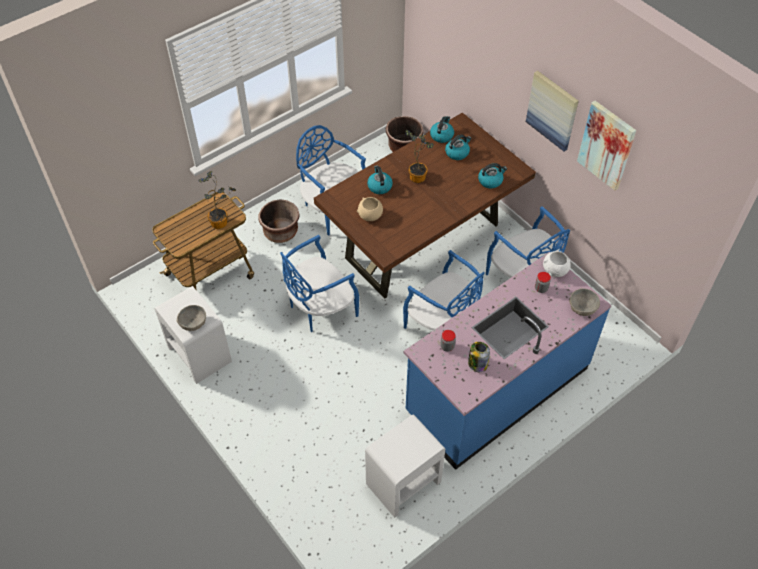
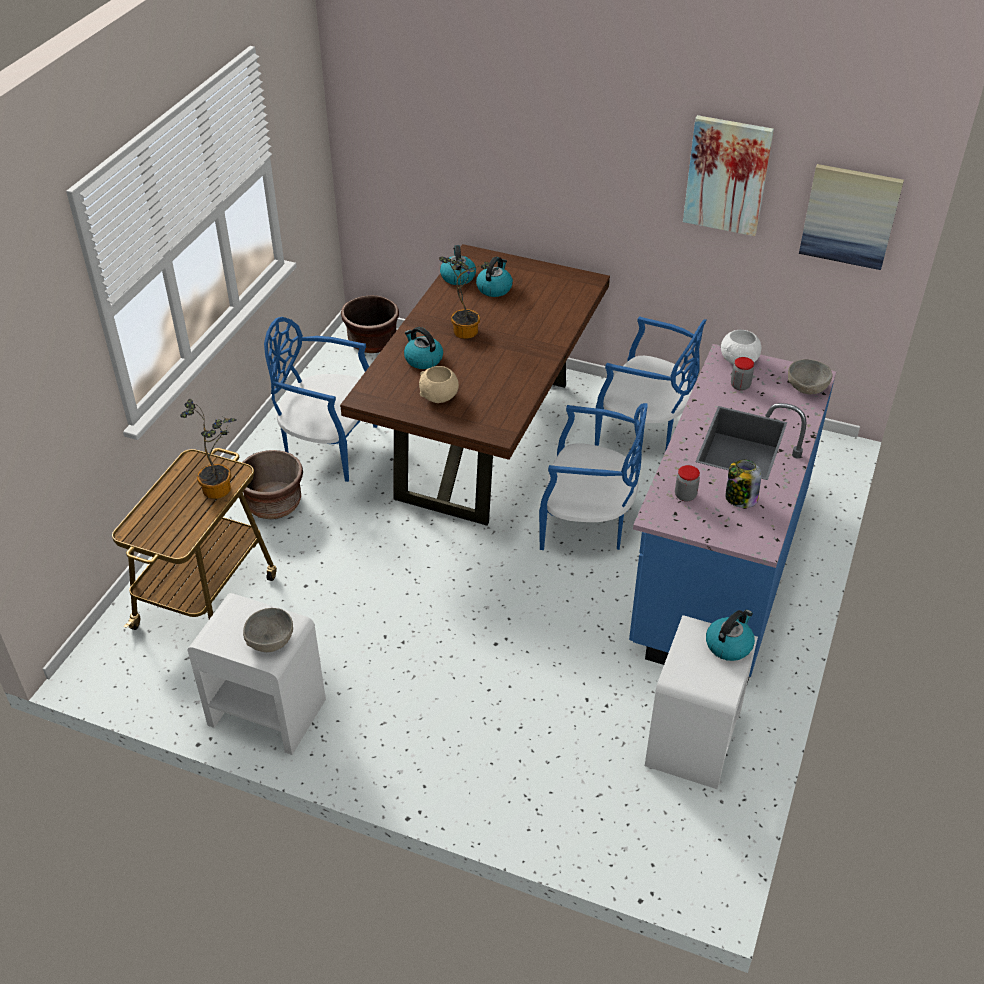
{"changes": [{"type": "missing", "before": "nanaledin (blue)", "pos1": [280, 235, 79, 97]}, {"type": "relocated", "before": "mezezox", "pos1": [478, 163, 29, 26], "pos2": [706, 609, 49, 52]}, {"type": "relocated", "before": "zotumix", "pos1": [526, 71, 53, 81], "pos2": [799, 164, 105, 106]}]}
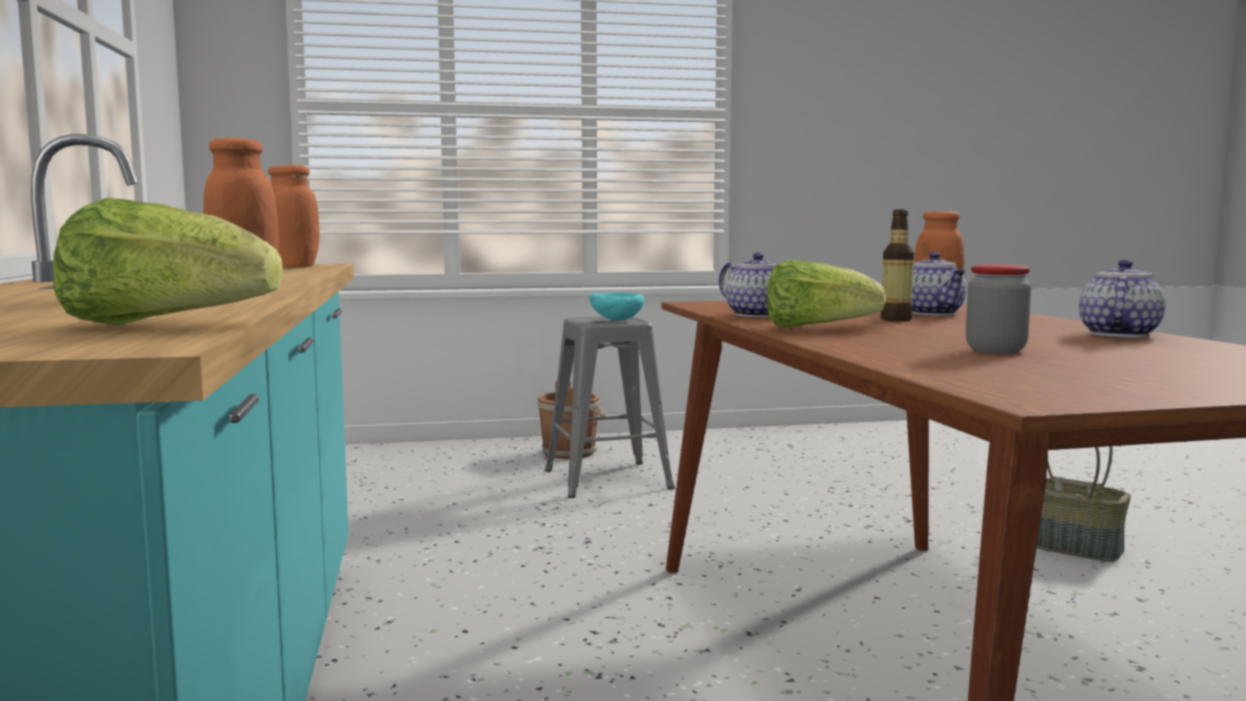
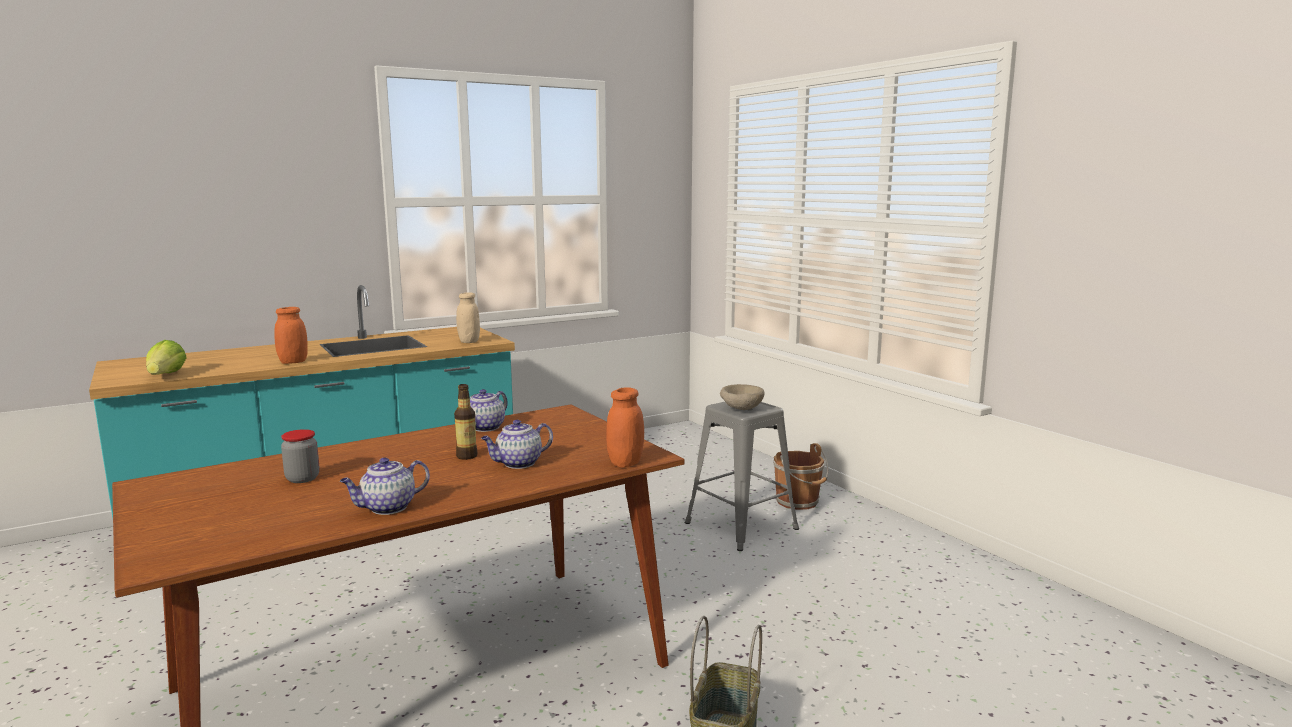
{"changes": [{"type": "missing", "before": "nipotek", "pos1": [767, 259, 119, 69]}, {"type": "colour", "before": "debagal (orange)", "after": "debagal (beige)", "pos1": [268, 165, 52, 102], "pos2": [456, 292, 24, 51]}, {"type": "colour", "before": "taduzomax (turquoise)", "after": "taduzomax (beige)", "pos1": [589, 292, 56, 29], "pos2": [720, 384, 45, 26]}, {"type": "spun", "before": "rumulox", "pos1": [1079, 259, 87, 78], "pos2": [340, 457, 90, 58], "turn": 135}]}
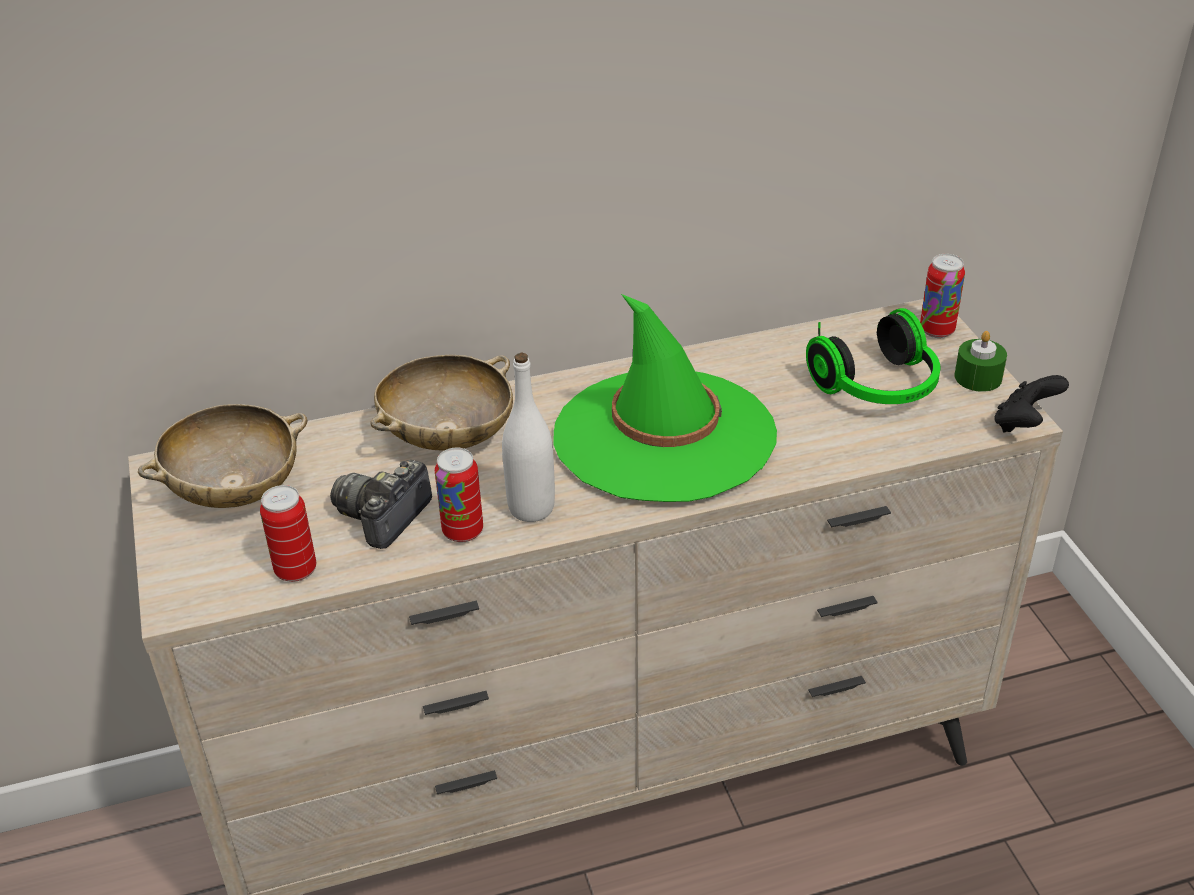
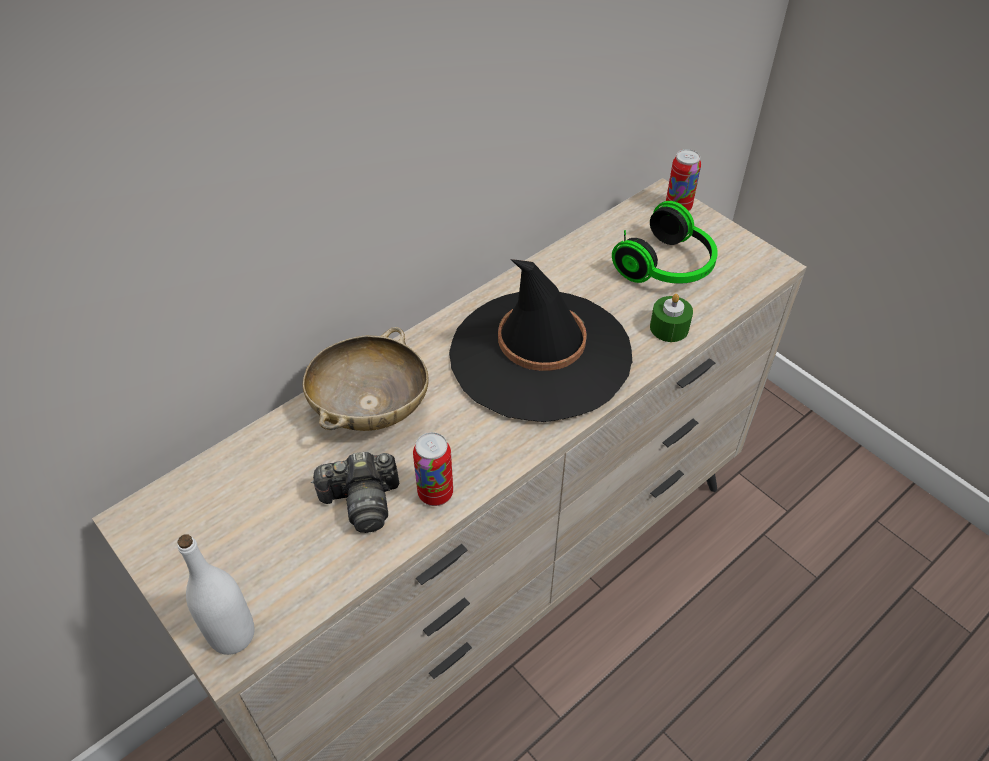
{"changes": [{"type": "missing", "before": "taduzomax (beige)", "pos1": [138, 404, 170, 104]}, {"type": "missing", "before": "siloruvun", "pos1": [260, 485, 56, 97]}, {"type": "missing", "before": "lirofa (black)", "pos1": [994, 375, 75, 57]}, {"type": "relocated", "before": "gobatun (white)", "pos1": [502, 353, 53, 169], "pos2": [177, 534, 78, 121]}, {"type": "relocated", "before": "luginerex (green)", "pos1": [955, 331, 52, 61], "pos2": [650, 294, 43, 48]}, {"type": "colour", "before": "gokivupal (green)", "after": "gokivupal (black)", "pos1": [554, 294, 223, 208], "pos2": [449, 259, 183, 163]}, {"type": "spun", "before": "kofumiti", "pos1": [330, 460, 102, 89], "pos2": [311, 452, 88, 81], "turn": -105}]}
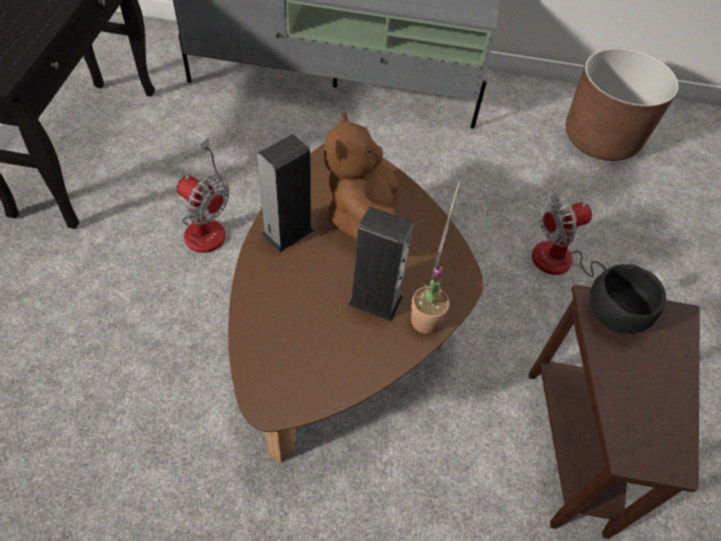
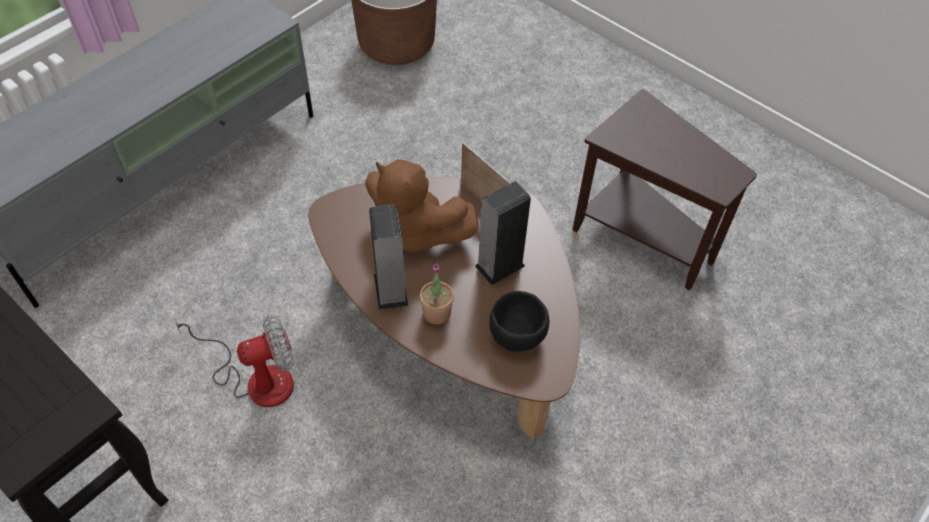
{"changes": [{"type": "missing", "before": "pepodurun", "pos1": [532, 194, 132, 89]}, {"type": "relocated", "before": "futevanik", "pos1": [411, 266, 39, 68], "pos2": [420, 263, 34, 61]}, {"type": "relocated", "before": "taduzomax (black)", "pos1": [590, 264, 76, 70], "pos2": [490, 291, 59, 61]}]}
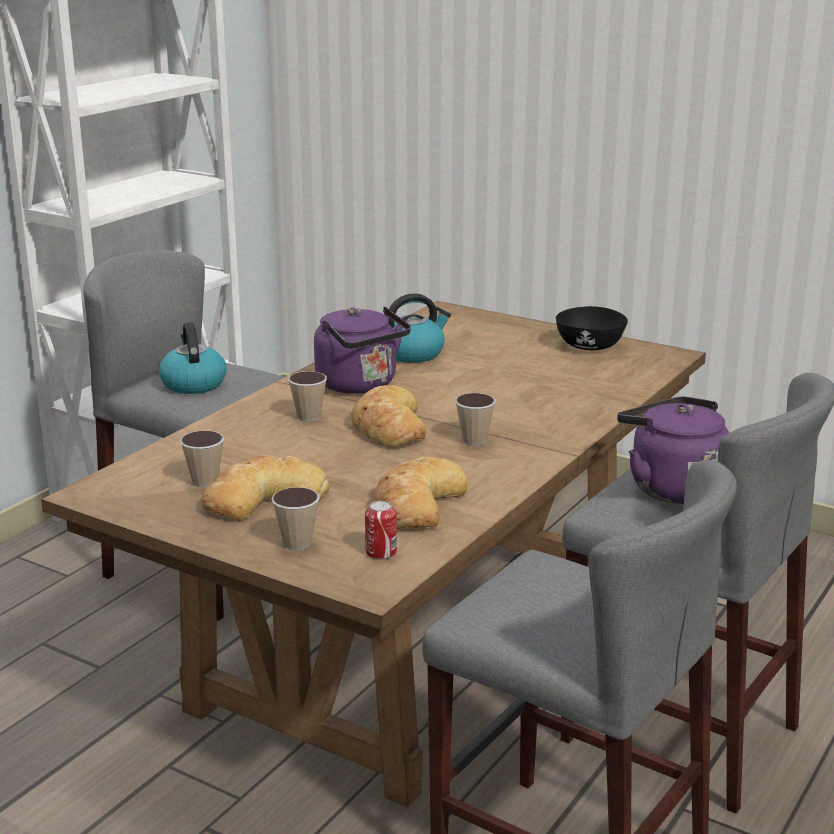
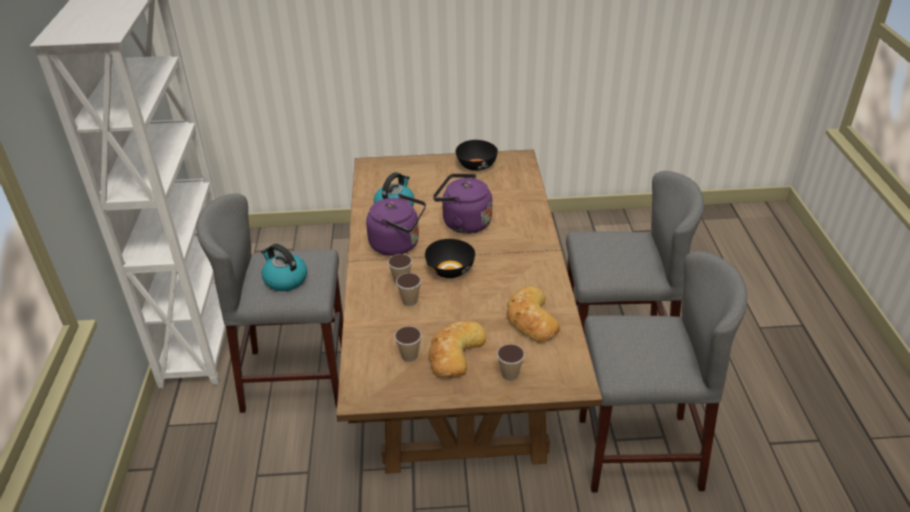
{"changes": [{"type": "missing", "before": "siloruvun", "pos1": [365, 501, 32, 59]}, {"type": "relocated", "before": "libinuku", "pos1": [455, 393, 40, 53], "pos2": [396, 273, 25, 33]}, {"type": "relocated", "before": "mezezox (purple)", "pos1": [617, 396, 112, 108], "pos2": [433, 174, 59, 60]}, {"type": "exchanged", "before": "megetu", "after": "taduzomax (black)", "pos1": [351, 385, 75, 62], "pos2": [425, 239, 50, 39]}]}
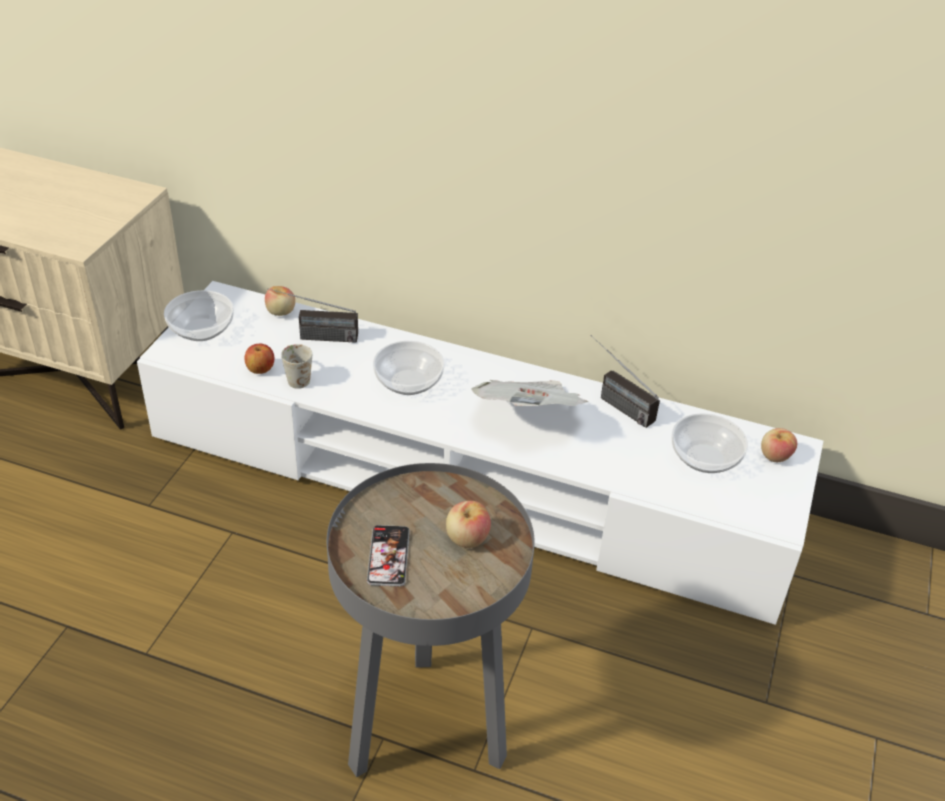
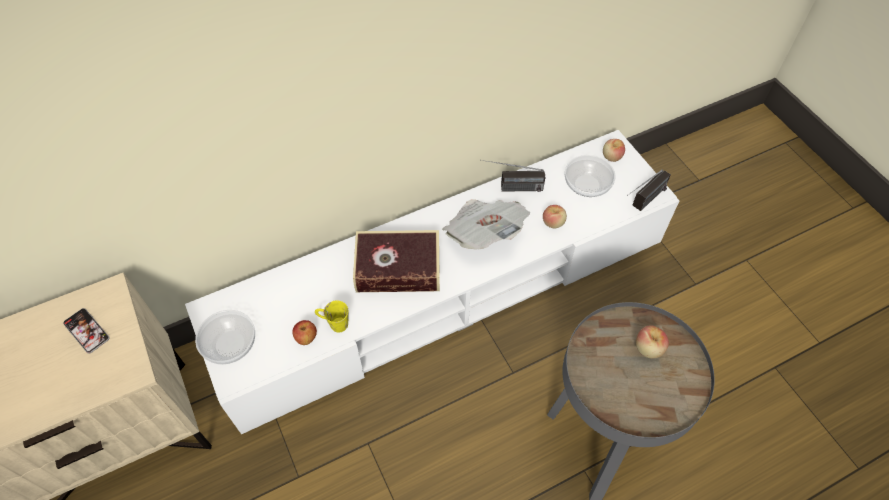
{"changes": [{"type": "relocated", "before": "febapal", "pos1": [265, 286, 30, 30], "pos2": [543, 205, 24, 23]}, {"type": "relocated", "before": "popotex", "pos1": [267, 288, 91, 55], "pos2": [627, 170, 44, 41]}, {"type": "relocated", "before": "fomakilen", "pos1": [367, 525, 43, 62], "pos2": [63, 308, 46, 46]}, {"type": "exchanged", "before": "taduzomax", "after": "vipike", "pos1": [373, 341, 72, 54], "pos2": [353, 230, 87, 62]}, {"type": "colour", "before": "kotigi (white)", "after": "kotigi (yellow)", "pos1": [281, 344, 31, 45], "pos2": [315, 300, 34, 32]}]}
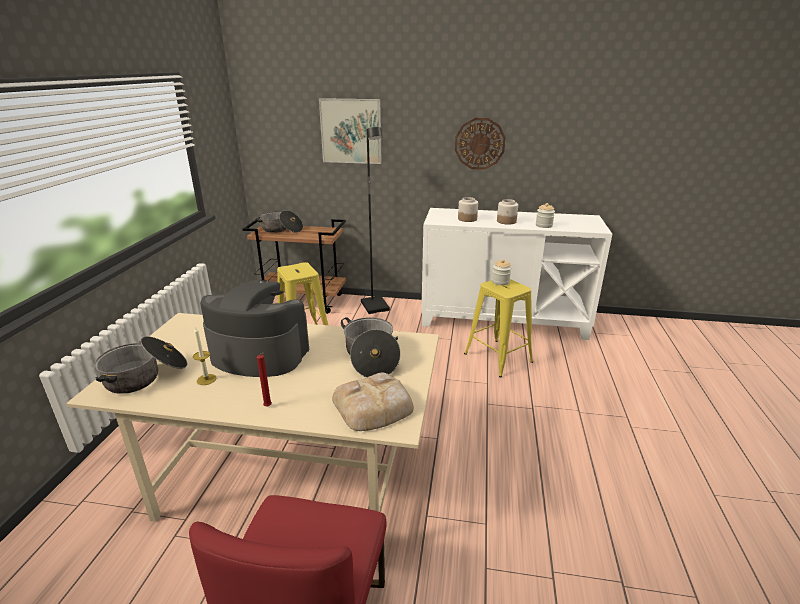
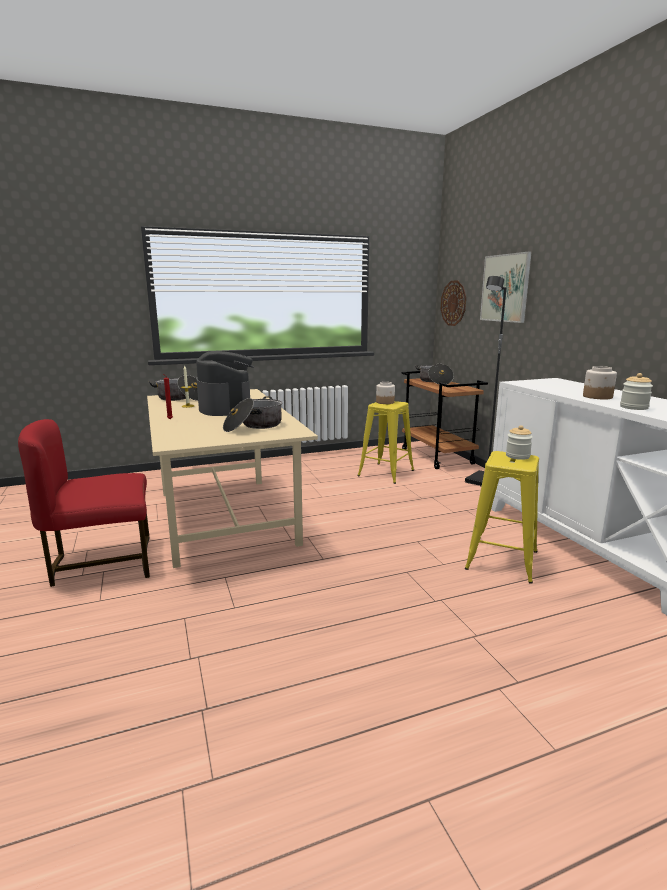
{"changes": [{"type": "missing", "before": "megetu", "pos1": [332, 372, 82, 59]}, {"type": "relocated", "before": "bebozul", "pos1": [455, 118, 51, 52], "pos2": [441, 280, 25, 46]}, {"type": "relocated", "before": "debagal", "pos1": [458, 197, 20, 25], "pos2": [376, 382, 19, 22]}]}
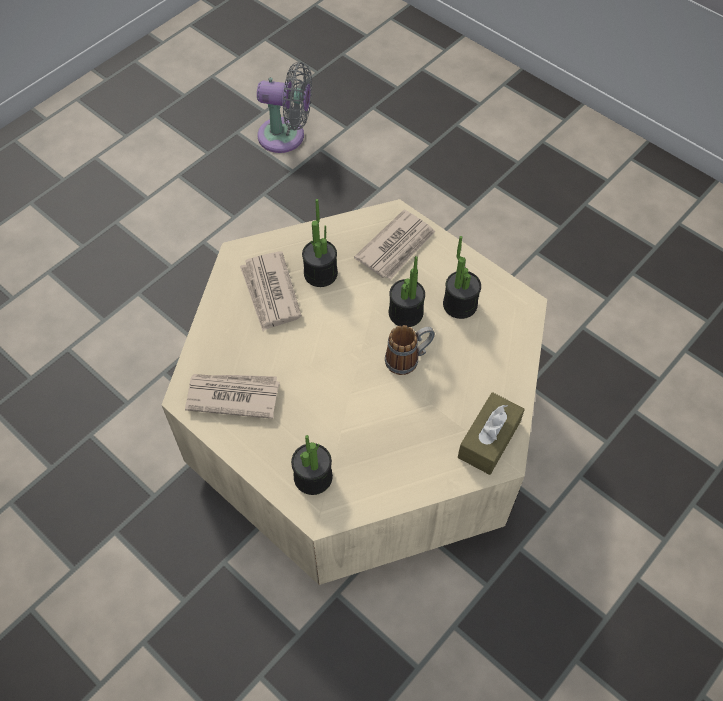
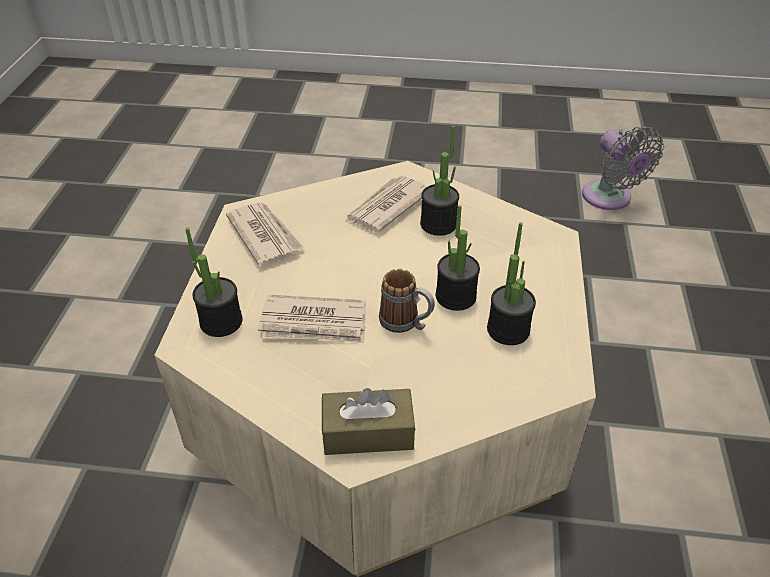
{"changes": [{"type": "relocated", "before": "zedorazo", "pos1": [354, 210, 81, 70], "pos2": [258, 295, 108, 48]}]}
